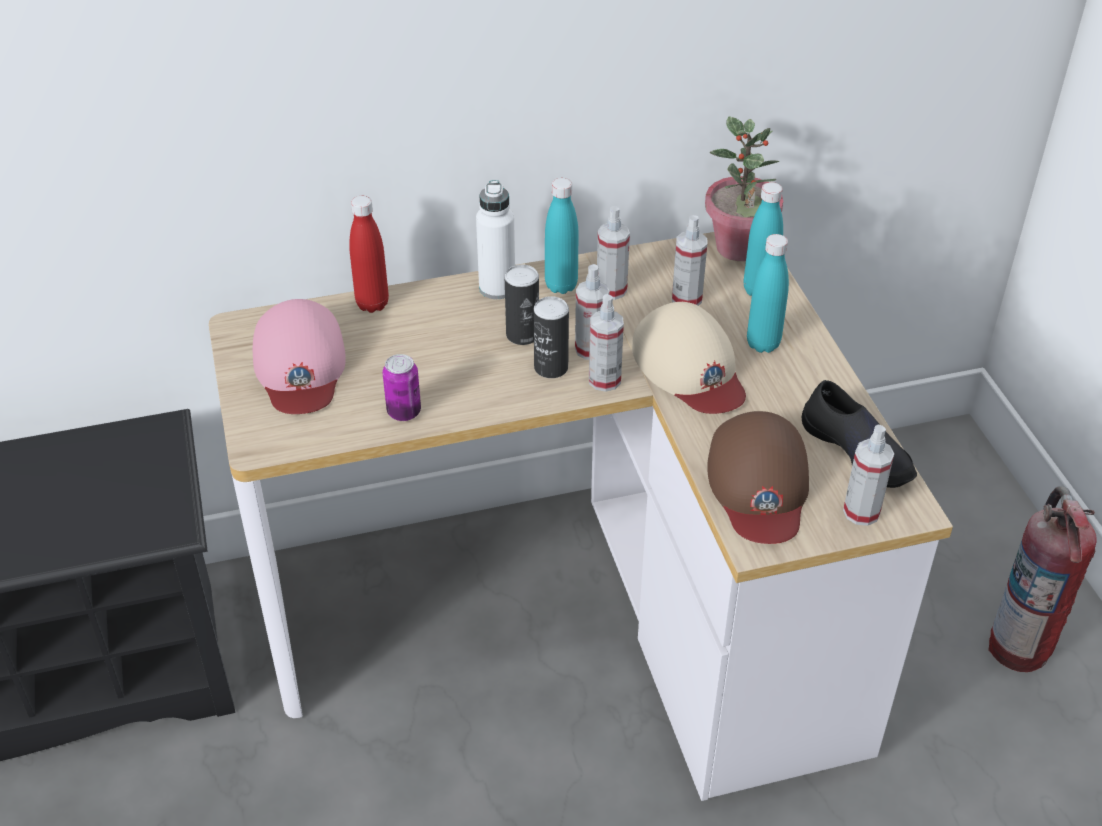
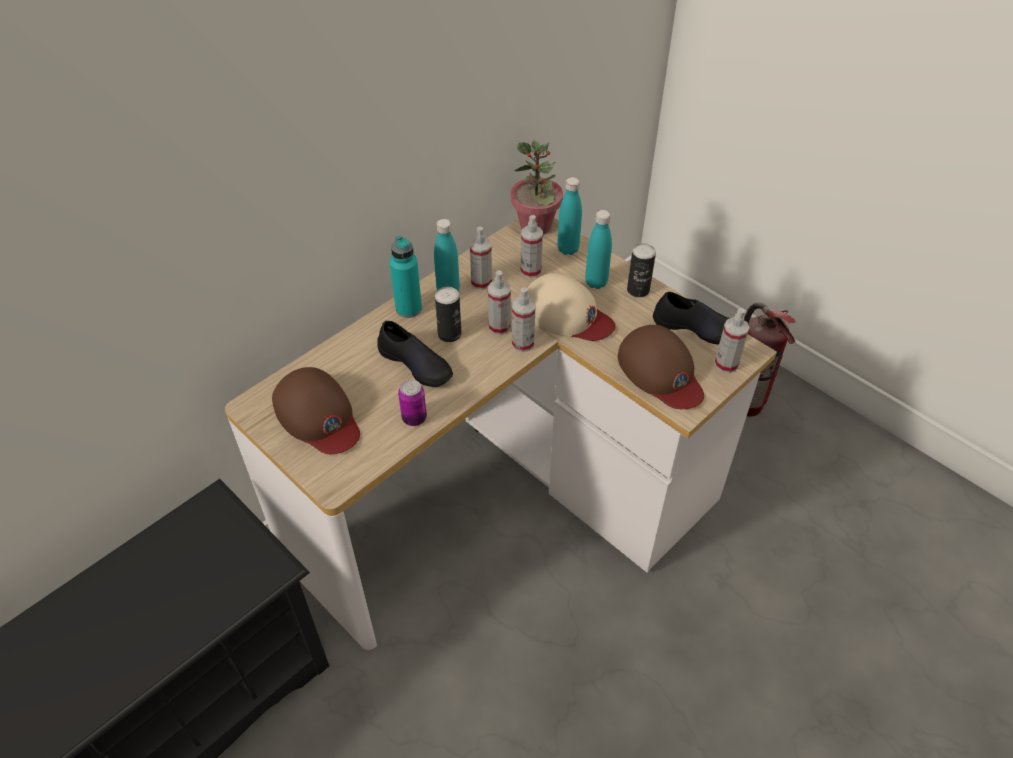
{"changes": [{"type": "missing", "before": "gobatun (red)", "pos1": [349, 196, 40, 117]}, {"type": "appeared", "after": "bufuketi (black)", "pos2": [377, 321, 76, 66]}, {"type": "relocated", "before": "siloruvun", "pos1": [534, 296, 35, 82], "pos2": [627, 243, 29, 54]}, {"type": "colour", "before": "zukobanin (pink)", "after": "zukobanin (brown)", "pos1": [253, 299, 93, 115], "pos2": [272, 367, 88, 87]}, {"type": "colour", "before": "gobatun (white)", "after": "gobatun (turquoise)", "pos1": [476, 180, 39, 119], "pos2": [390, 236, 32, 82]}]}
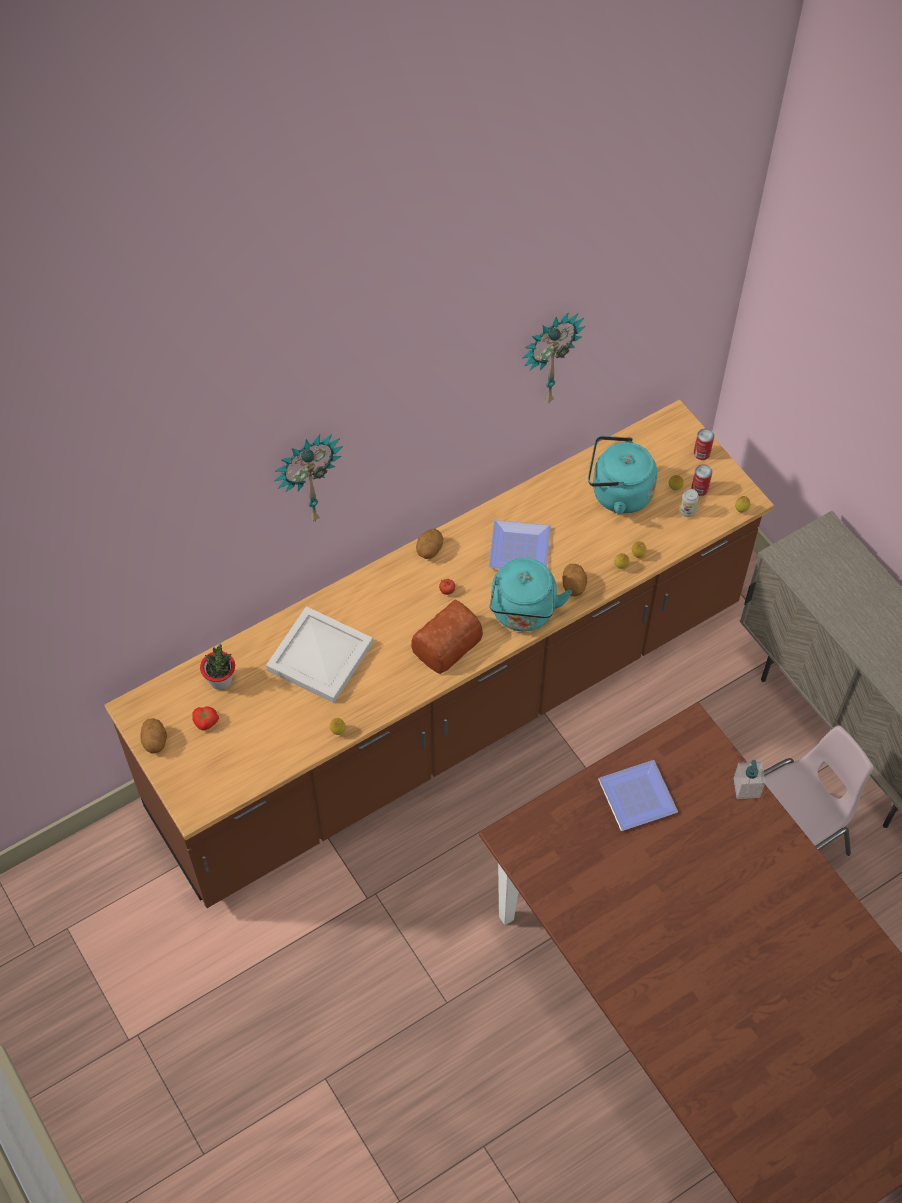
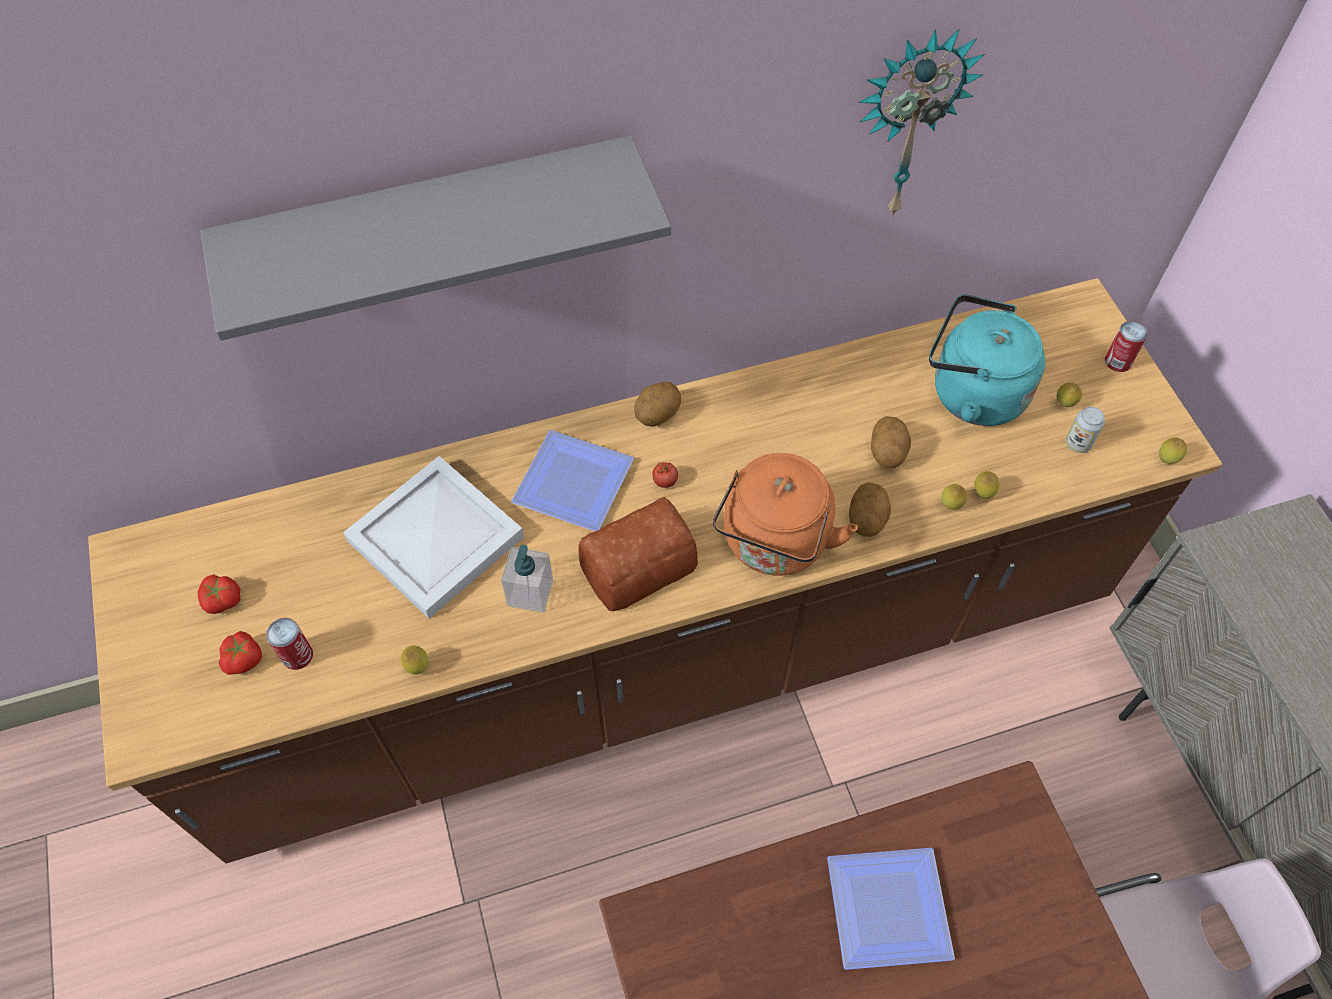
{"changes": [{"type": "missing", "before": "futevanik", "pos1": [200, 644, 35, 46]}, {"type": "appeared", "after": "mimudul", "pos2": [219, 631, 43, 44]}, {"type": "relocated", "before": "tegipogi", "pos1": [140, 718, 27, 36], "pos2": [871, 416, 40, 52]}, {"type": "relocated", "before": "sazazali", "pos1": [489, 520, 62, 49], "pos2": [511, 430, 123, 101]}, {"type": "relocated", "before": "siloruvun", "pos1": [691, 464, 21, 32], "pos2": [266, 618, 47, 52]}, {"type": "relocated", "before": "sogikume", "pos1": [733, 760, 32, 39], "pos2": [501, 545, 52, 68]}, {"type": "exchanged", "before": "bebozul", "after": "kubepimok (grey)", "pos1": [274, 434, 69, 89], "pos2": [200, 135, 471, 206]}, {"type": "colour", "before": "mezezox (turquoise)", "after": "mezezox (orange)", "pos1": [490, 558, 82, 74], "pos2": [713, 453, 145, 123]}]}
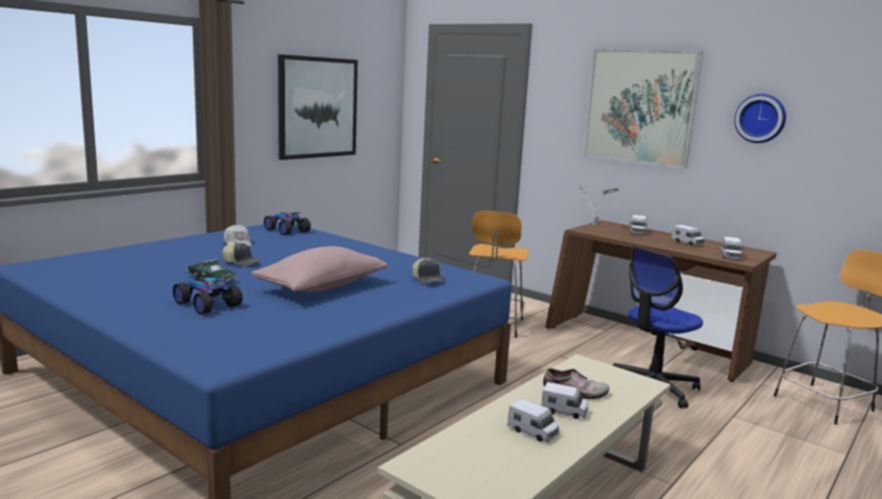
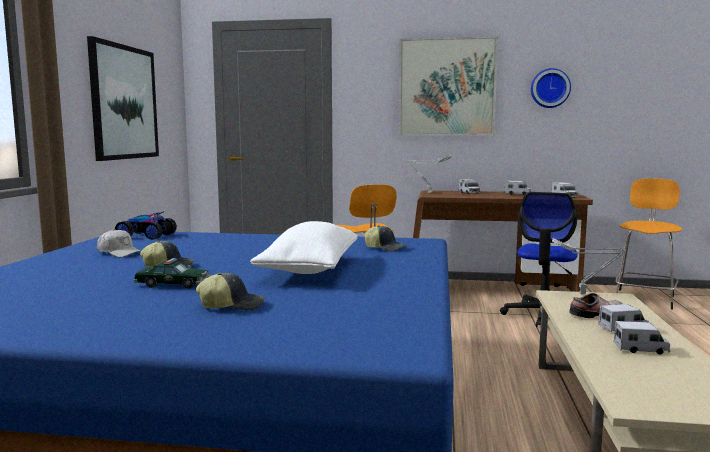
{"changes": [{"type": "appeared", "after": "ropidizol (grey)", "pos2": [552, 238, 72, 56]}, {"type": "exchanged", "before": "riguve", "after": "zukobanin", "pos1": [173, 277, 70, 38], "pos2": [196, 273, 69, 37]}, {"type": "colour", "before": "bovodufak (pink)", "after": "bovodufak (white)", "pos1": [252, 246, 136, 46], "pos2": [250, 221, 108, 53]}]}
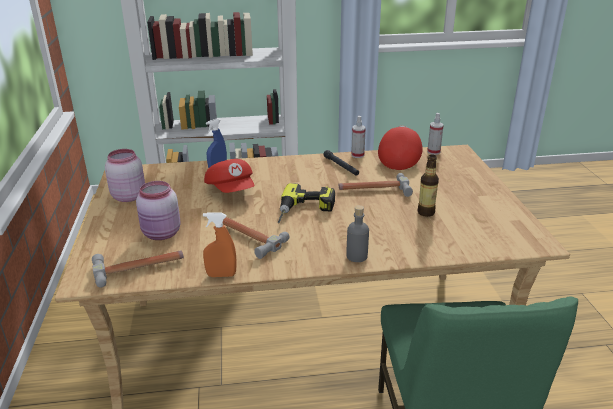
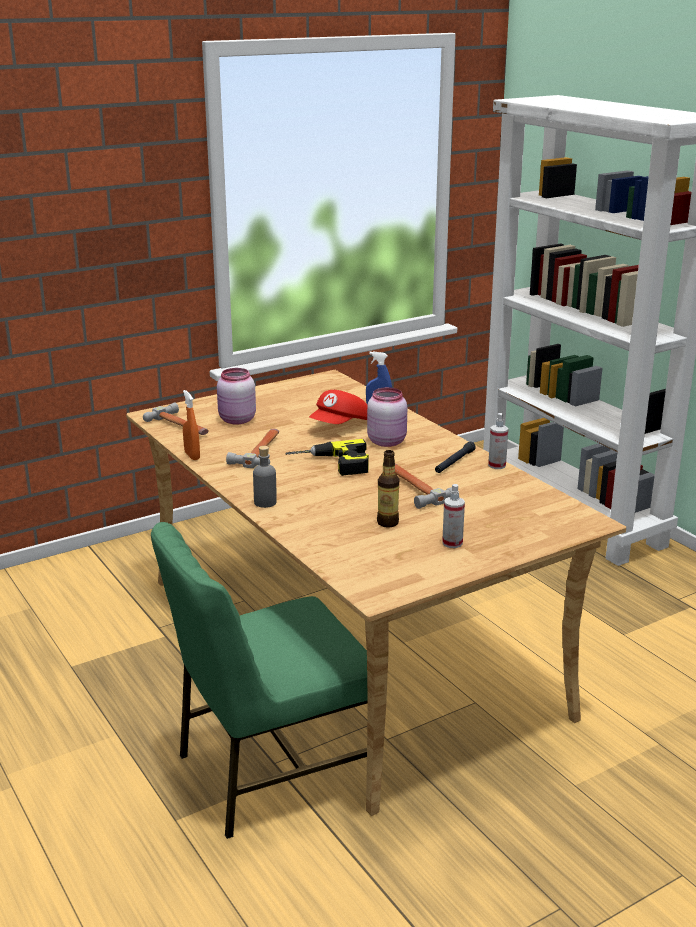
{"changes": [{"type": "missing", "before": "zukobanin (red)", "pos1": [378, 126, 45, 44]}, {"type": "relocated", "before": "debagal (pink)", "pos1": [105, 149, 40, 53], "pos2": [367, 387, 40, 60]}, {"type": "relocated", "before": "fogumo", "pos1": [427, 113, 17, 42], "pos2": [442, 484, 23, 64]}]}
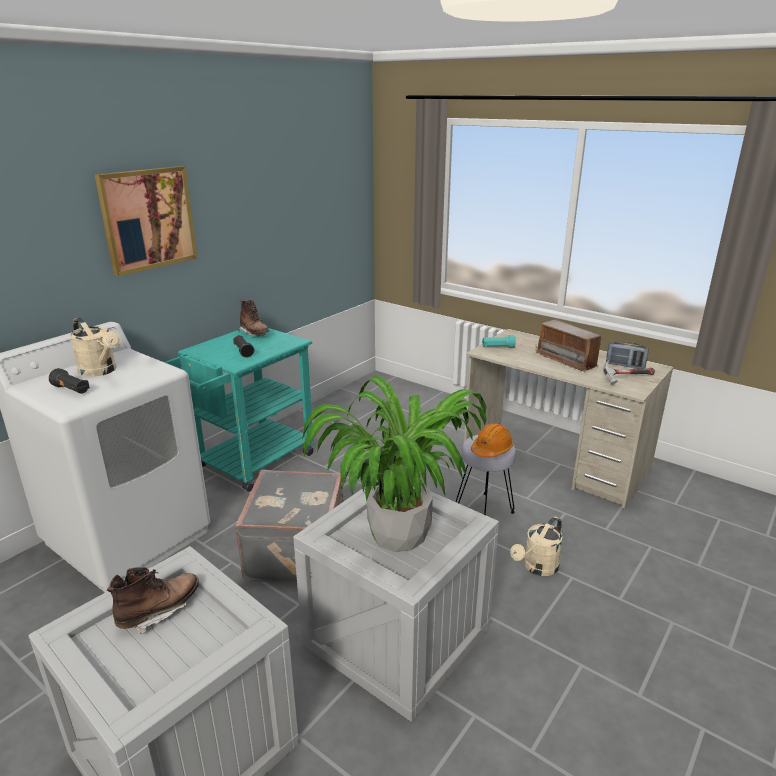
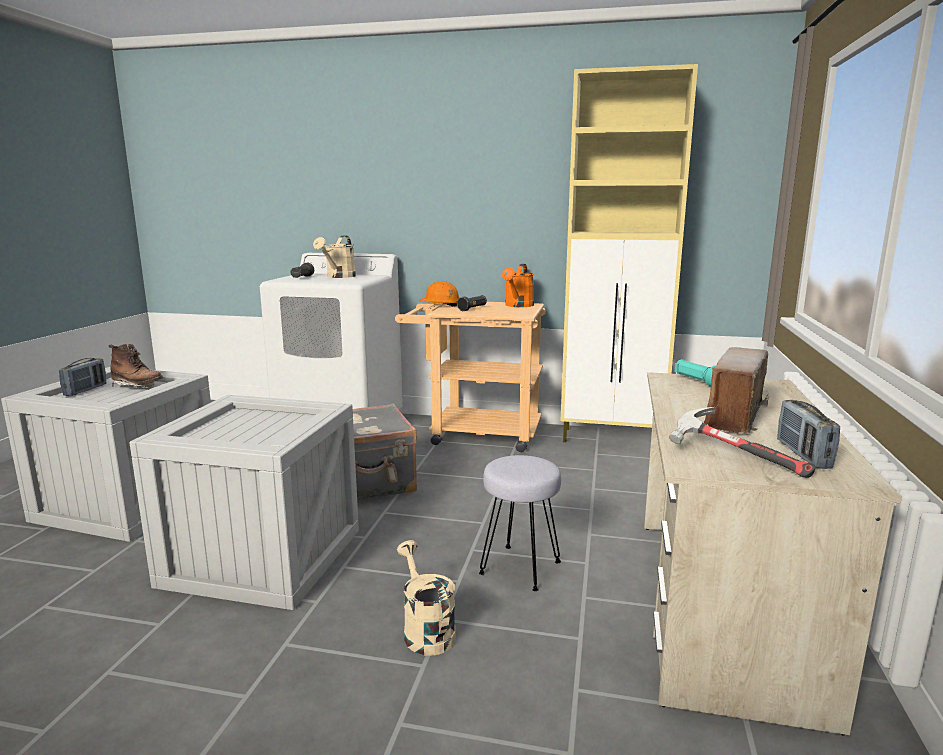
{"changes": [{"type": "missing", "before": "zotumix", "pos1": [95, 166, 102, 110]}, {"type": "missing", "before": "futevanik", "pos1": [302, 376, 185, 176]}, {"type": "appeared", "after": "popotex", "pos2": [59, 358, 48, 38]}, {"type": "appeared", "after": "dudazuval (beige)", "pos2": [561, 64, 137, 378]}, {"type": "relocated", "before": "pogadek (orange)", "pos1": [471, 423, 42, 35], "pos2": [419, 281, 40, 26]}, {"type": "exchanged", "before": "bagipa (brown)", "after": "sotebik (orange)", "pos1": [239, 299, 31, 37], "pos2": [502, 264, 32, 43]}, {"type": "colour", "before": "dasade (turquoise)", "after": "dasade (beige)", "pos1": [165, 328, 149, 164], "pos2": [395, 302, 151, 150]}, {"type": "spun", "before": "sotebik (beige)", "pos1": [510, 517, 53, 59], "pos2": [397, 540, 59, 115], "turn": 45}]}
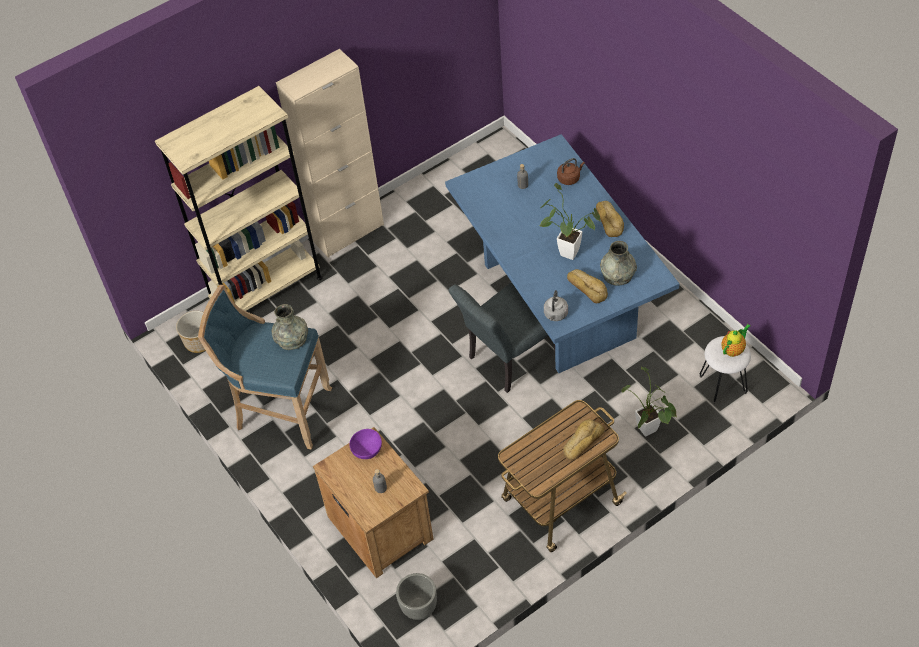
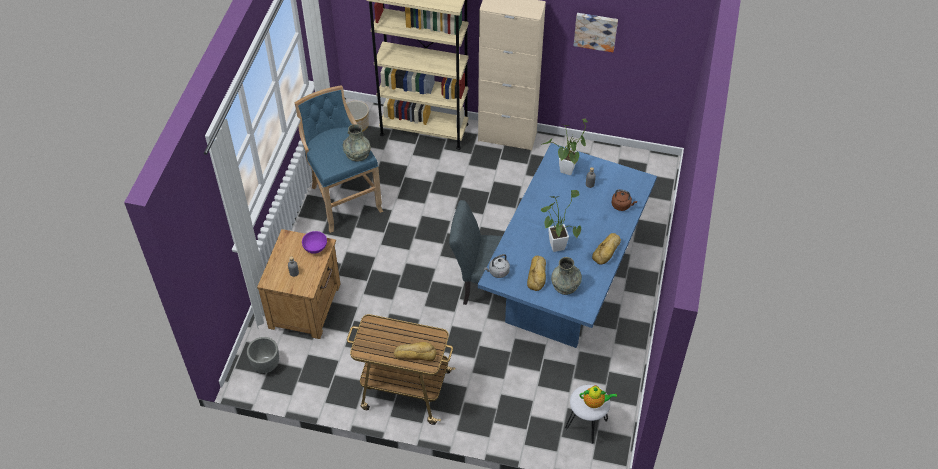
{"changes": [{"type": "appeared", "after": "zotumix", "pos2": [573, 13, 45, 39]}, {"type": "relocated", "before": "futevanik", "pos1": [621, 367, 56, 70], "pos2": [540, 119, 48, 56]}]}
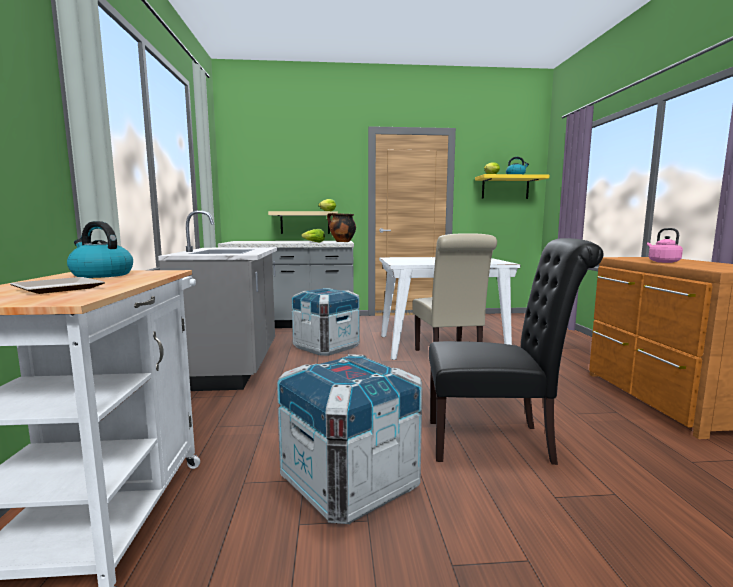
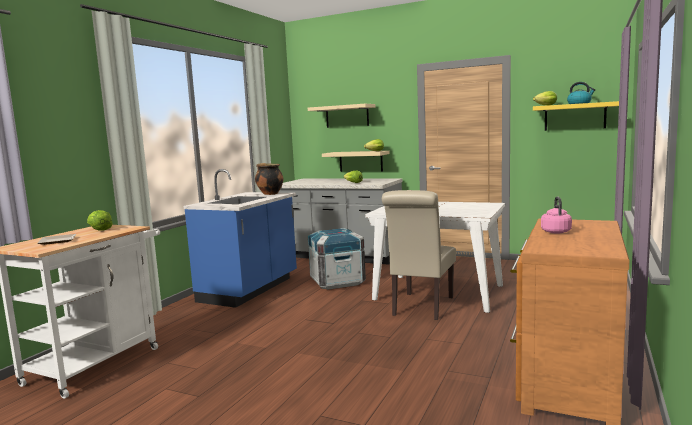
{"changes": [{"type": "missing", "before": "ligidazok", "pos1": [277, 354, 145, 170]}, {"type": "missing", "before": "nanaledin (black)", "pos1": [429, 238, 175, 227]}, {"type": "appeared", "after": "kubepimok (beige)", "pos2": [308, 104, 68, 24]}, {"type": "relocated", "before": "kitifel", "pos1": [327, 213, 29, 29], "pos2": [255, 163, 29, 32]}, {"type": "exchanged", "before": "mezezox", "after": "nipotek", "pos1": [67, 221, 66, 57], "pos2": [87, 210, 26, 21]}, {"type": "colour", "before": "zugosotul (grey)", "after": "zugosotul (blue)", "pos1": [158, 210, 119, 181], "pos2": [184, 169, 113, 139]}]}
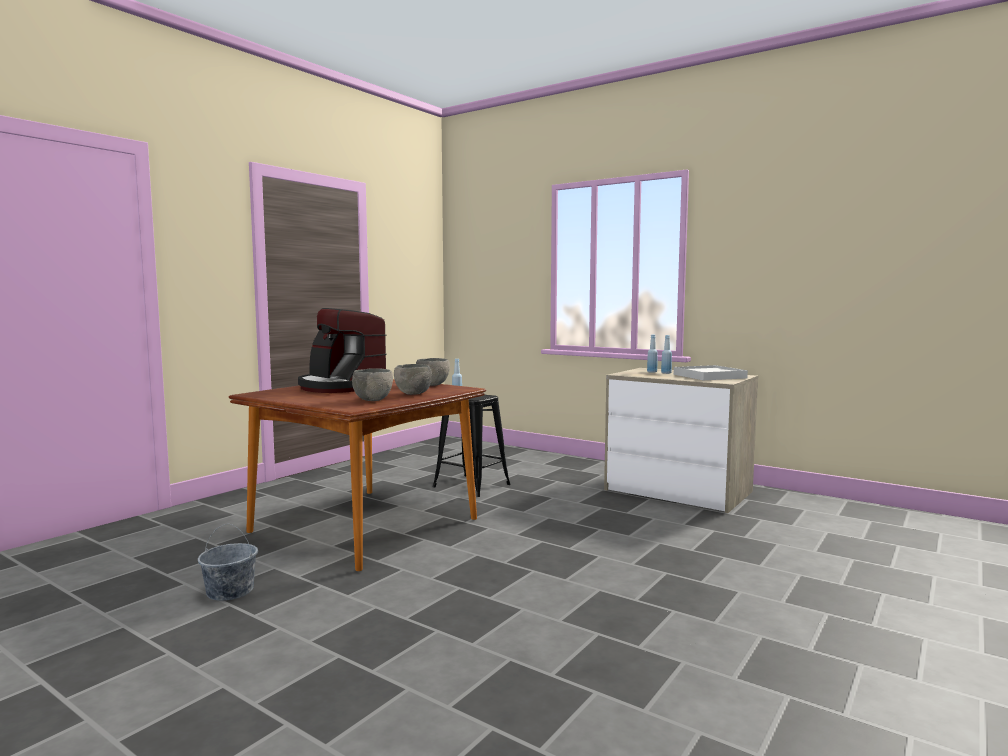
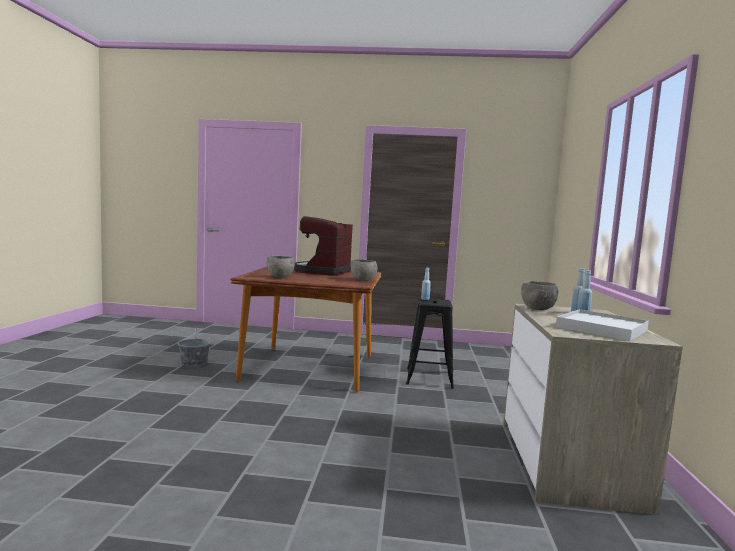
{"changes": [{"type": "relocated", "before": "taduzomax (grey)", "pos1": [394, 364, 38, 31], "pos2": [521, 281, 37, 29]}]}
